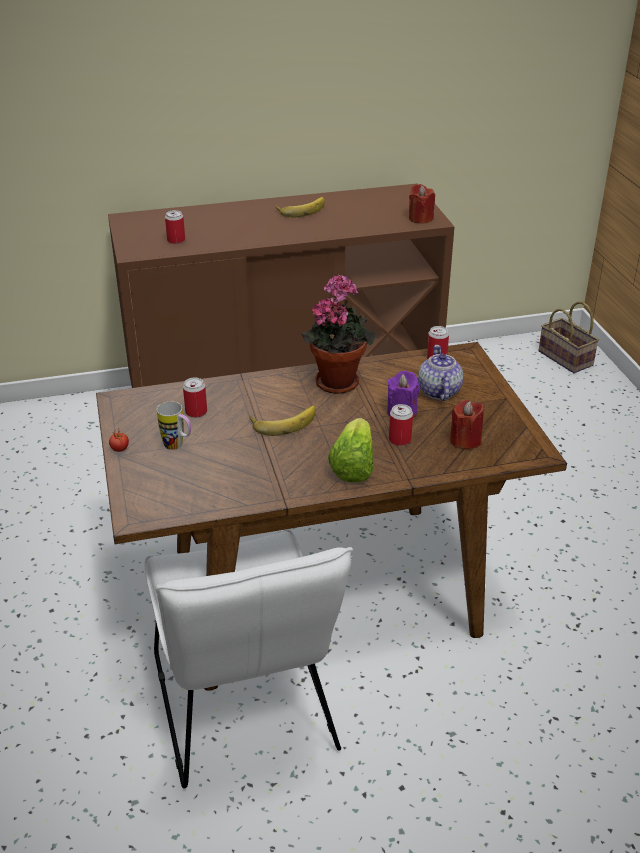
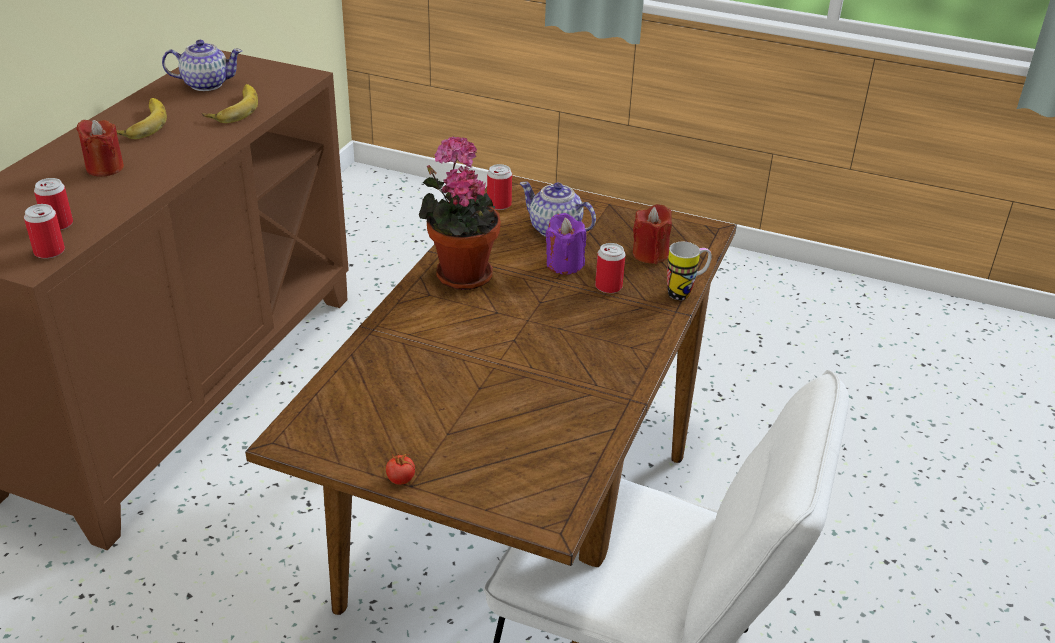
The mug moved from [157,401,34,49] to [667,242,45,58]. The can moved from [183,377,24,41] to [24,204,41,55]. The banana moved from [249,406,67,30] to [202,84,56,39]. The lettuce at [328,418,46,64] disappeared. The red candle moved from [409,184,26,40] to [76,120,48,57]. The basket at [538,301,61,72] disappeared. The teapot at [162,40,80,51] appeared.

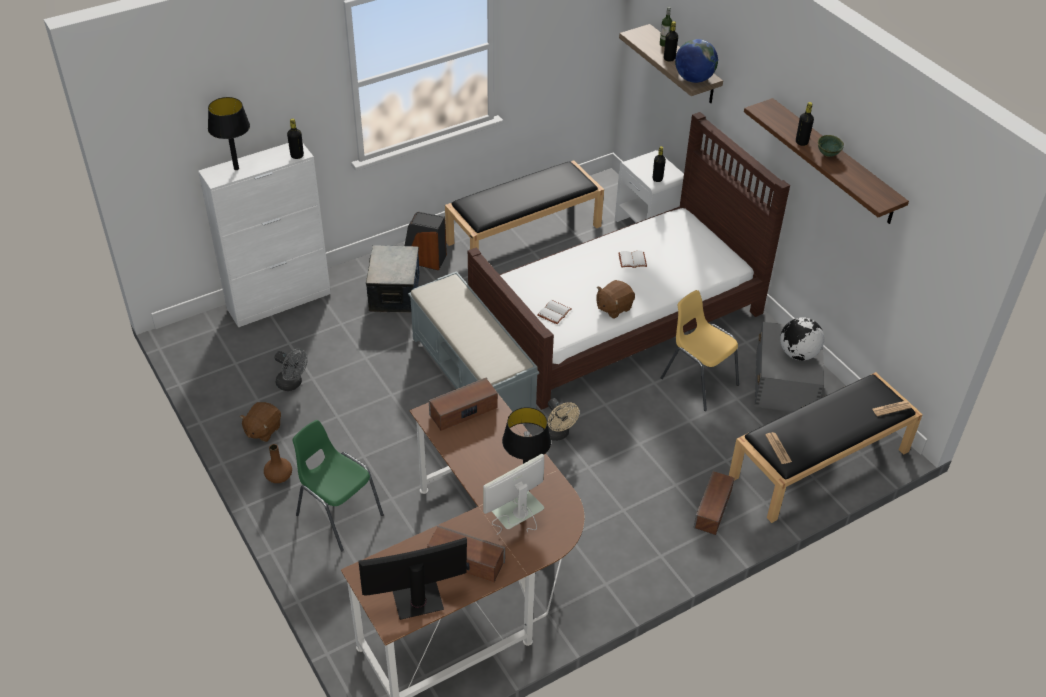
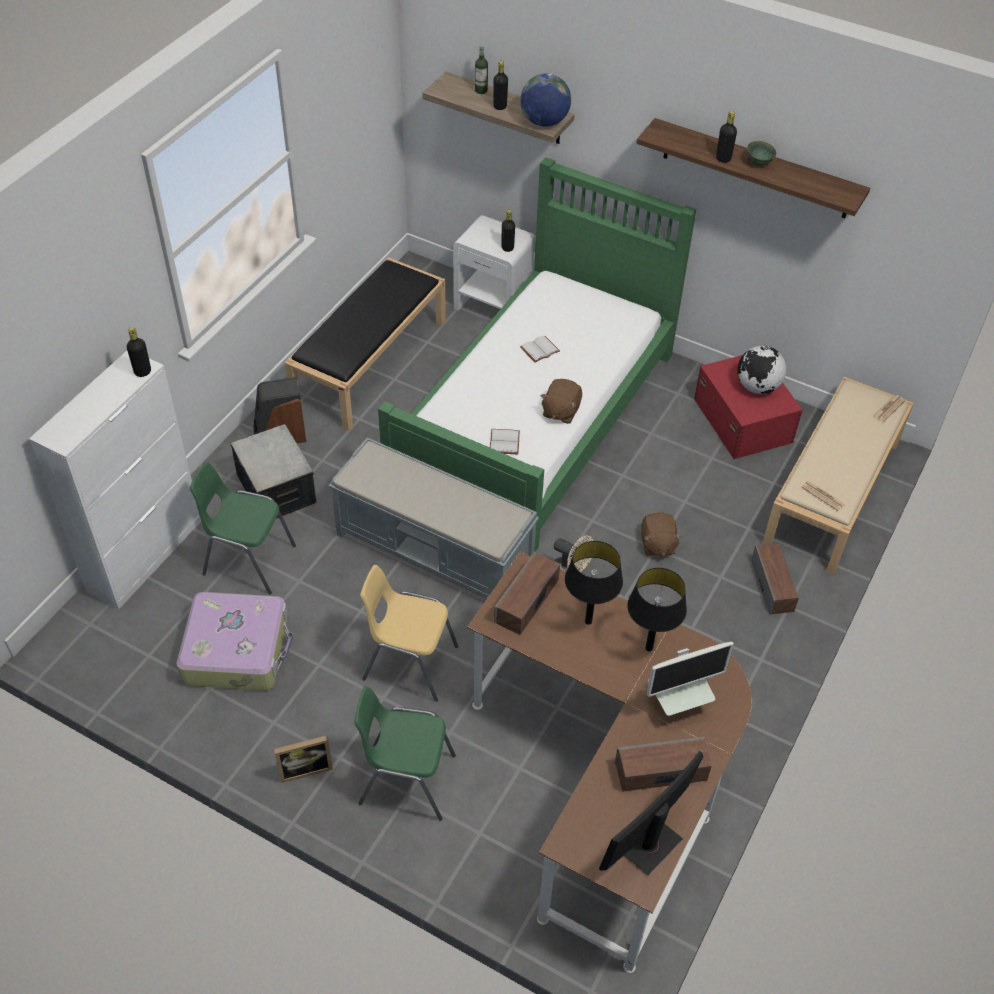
The black table lamp moved from [208,97,42,73] to [565,541,58,84]. The brown plush toy moved from [240,402,41,40] to [641,512,41,45]. The brown vase at [264,444,28,39] was replaced by the picture frame at [274,735,59,48]. The grey fan at [274,349,34,42] was replaced by the suitcase at [177,592,116,99]. The brown bed at [468,112,322,298] became the green bed at [378,157,318,394]. The monitor at [483,454,61,81] turned 135 degrees counterclockwise. The yellow chair moved from [661,290,78,121] to [360,565,98,137]. The black bench at [729,372,194,151] became the beige bench at [762,377,152,197]. The grey storage box at [755,322,69,90] became the red storage box at [694,355,109,104]. The green chair at [190,462,106,133] appeared.

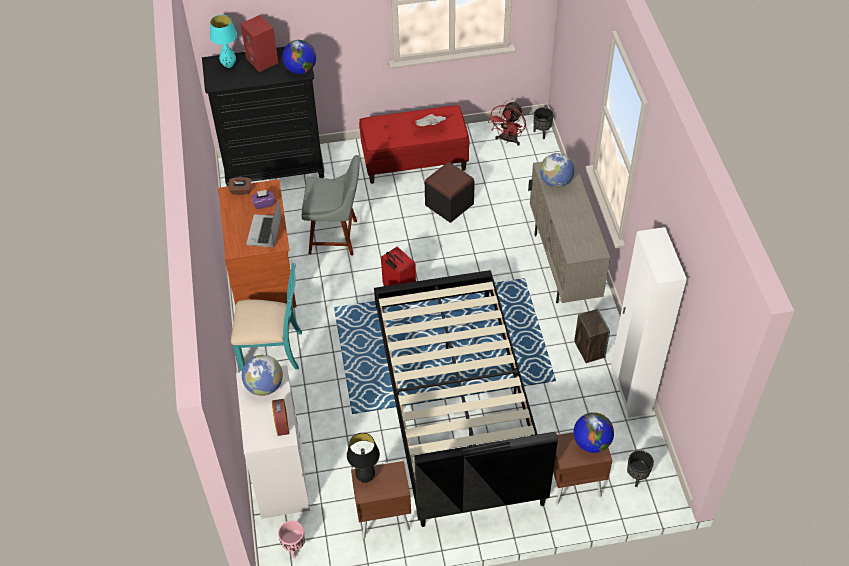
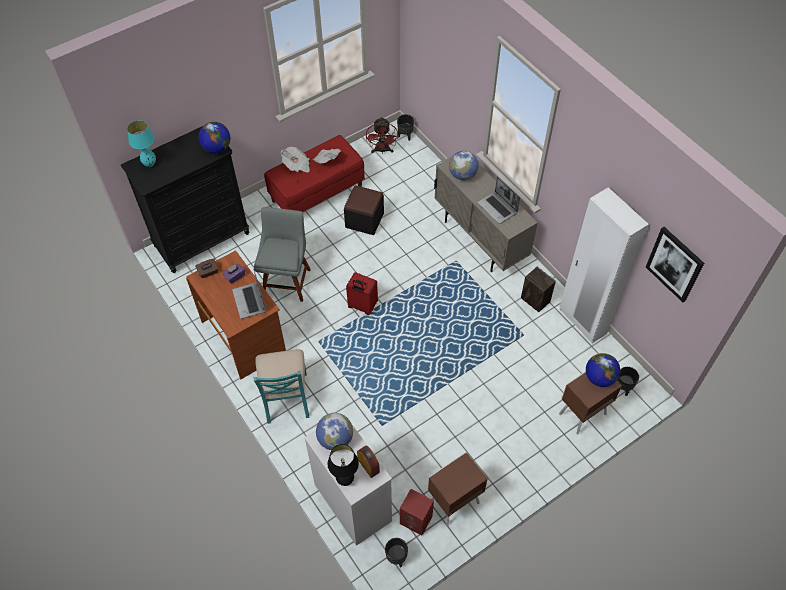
The turquoise chair at [231,263,71,108] turned 105 degrees clockwise. The red speaker moved from [241,15,37,57] to [400,489,34,47]. The pink planter at [278,521,27,37] became the black planter at [385,538,23,30]. The grey chair at [301,155,59,100] turned 60 degrees counterclockwise. The black table lamp moved from [347,433,33,50] to [328,444,31,42]. The black bed at [374,270,184,257] disappeared. The newspaper at [281,147,29,26] appeared. The laptop at [477,177,43,47] appeared. The picture at [646,227,58,75] appeared.

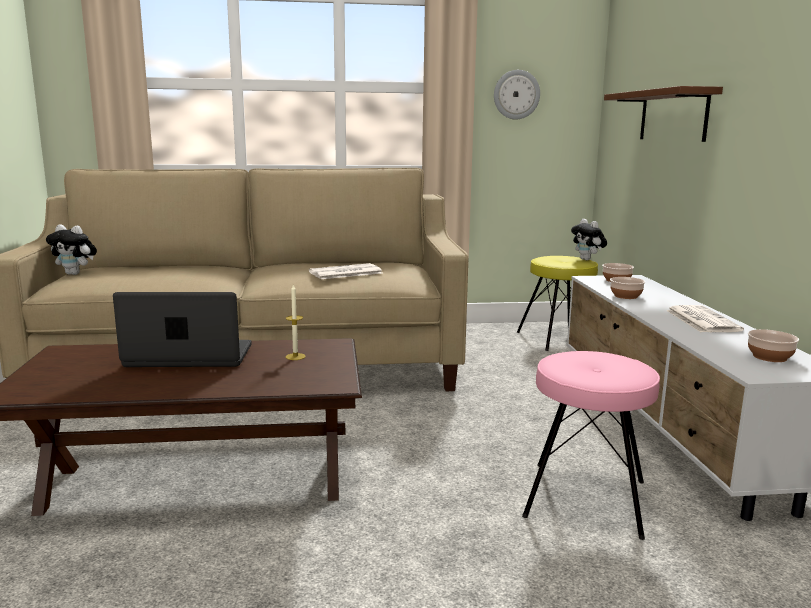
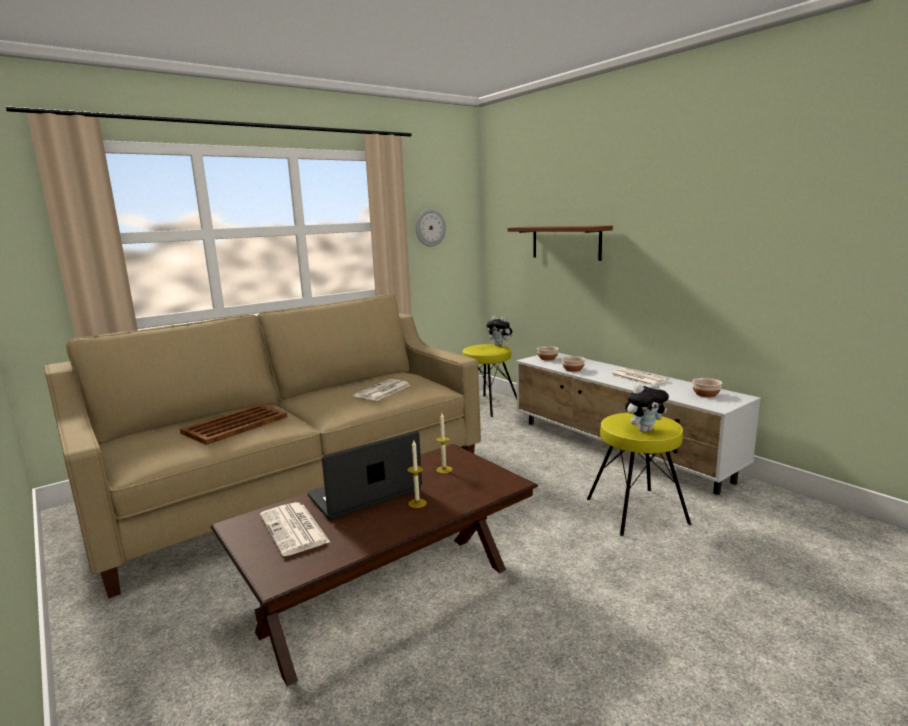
The plush toy moved from [46,224,51,51] to [625,382,44,50]. The pink stool at [522,351,138,189] became the yellow stool at [587,413,104,123]. The brown tray at [180,404,107,41] appeared. The newspaper at [260,502,70,54] appeared. The candle at [408,440,19,68] appeared.

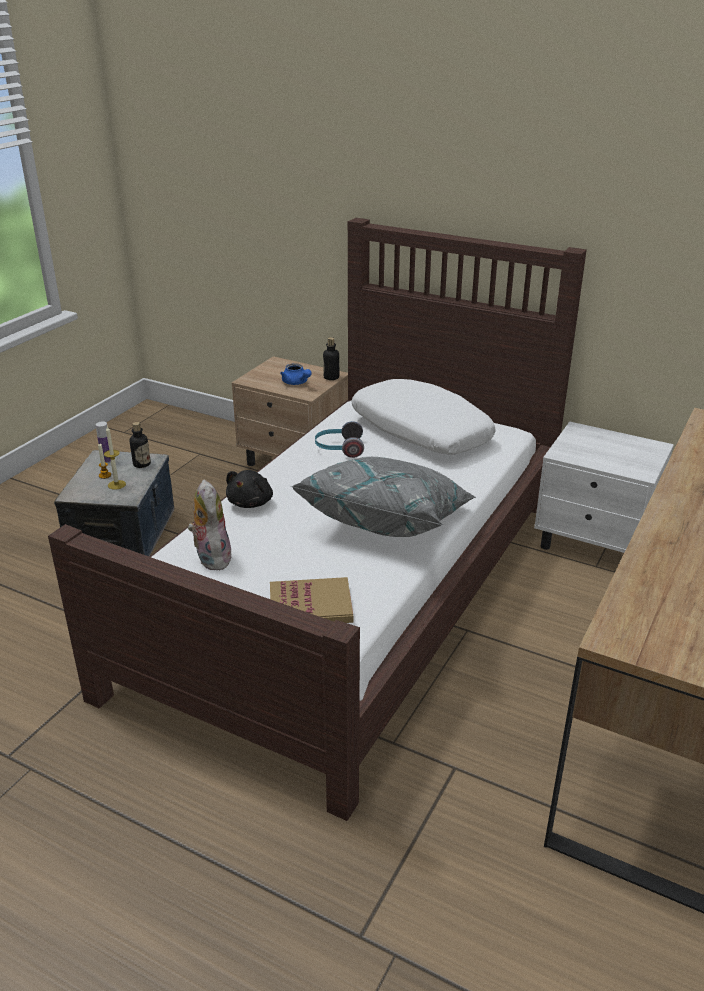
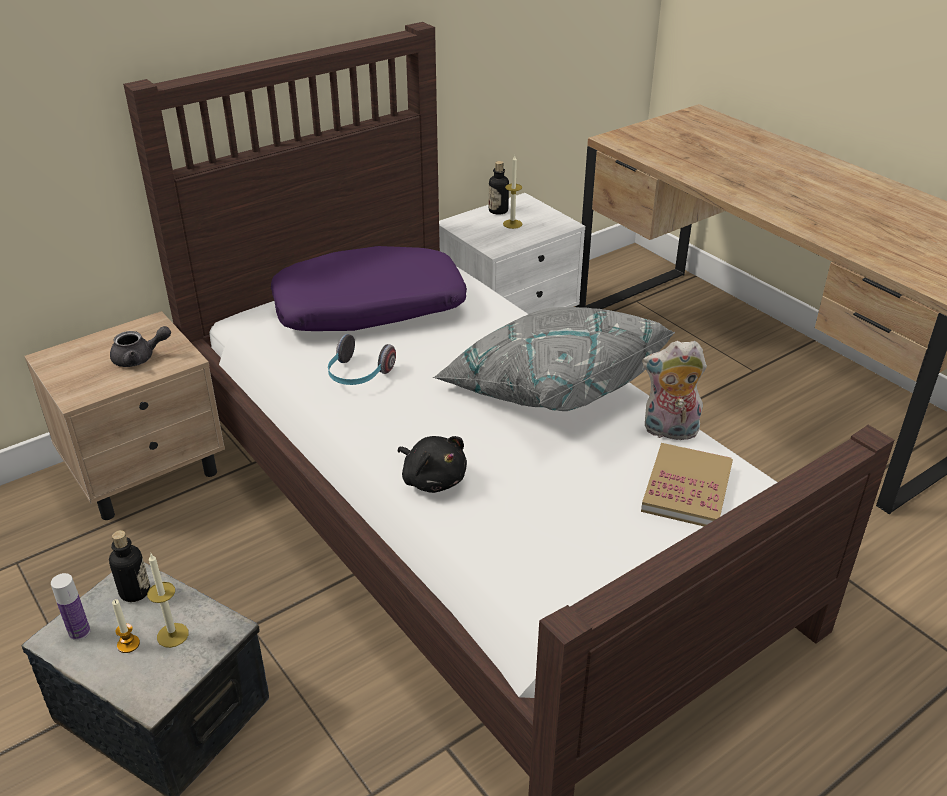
The plush toy moved from [188,480,44,90] to [642,341,65,99]. The blue teapot at [280,363,32,22] became the grey teapot at [110,326,61,41]. The bottle moved from [323,337,16,43] to [489,161,20,54]. The white pillow at [352,379,144,76] became the purple pillow at [271,246,196,85]. The candle at [503,155,19,74] appeared.

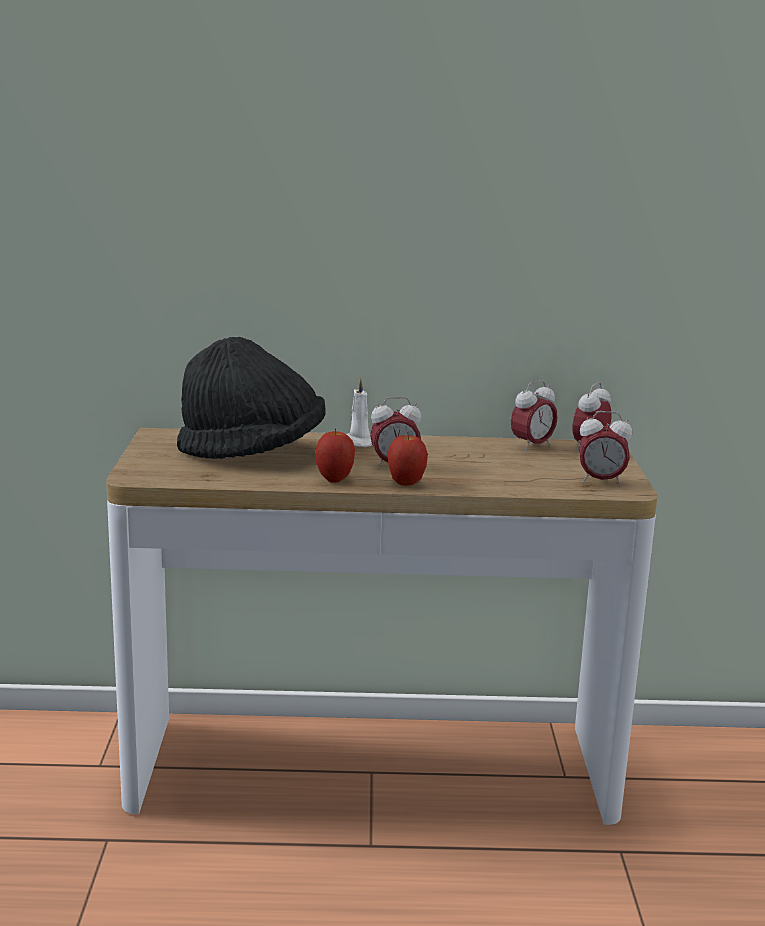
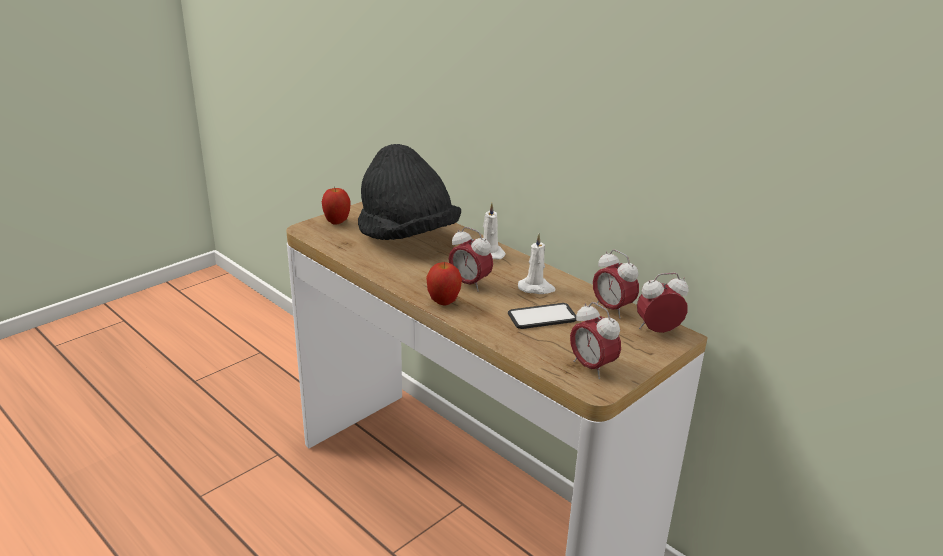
The apple moved from [315,428,40,55] to [322,188,28,36]. The alarm clock at [511,380,47,71] turned 45 degrees clockwise. The phone at [508,303,69,26] appeared. The white candle at [518,233,38,61] appeared.

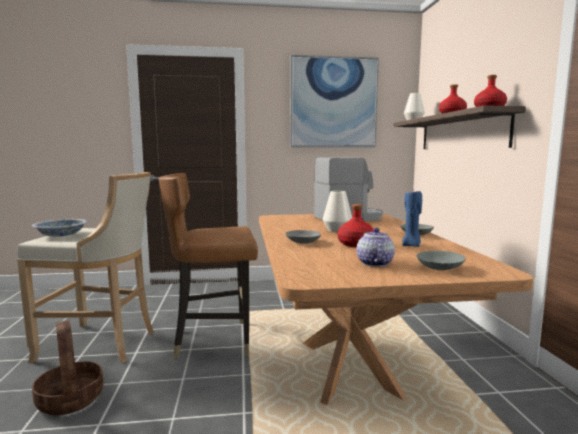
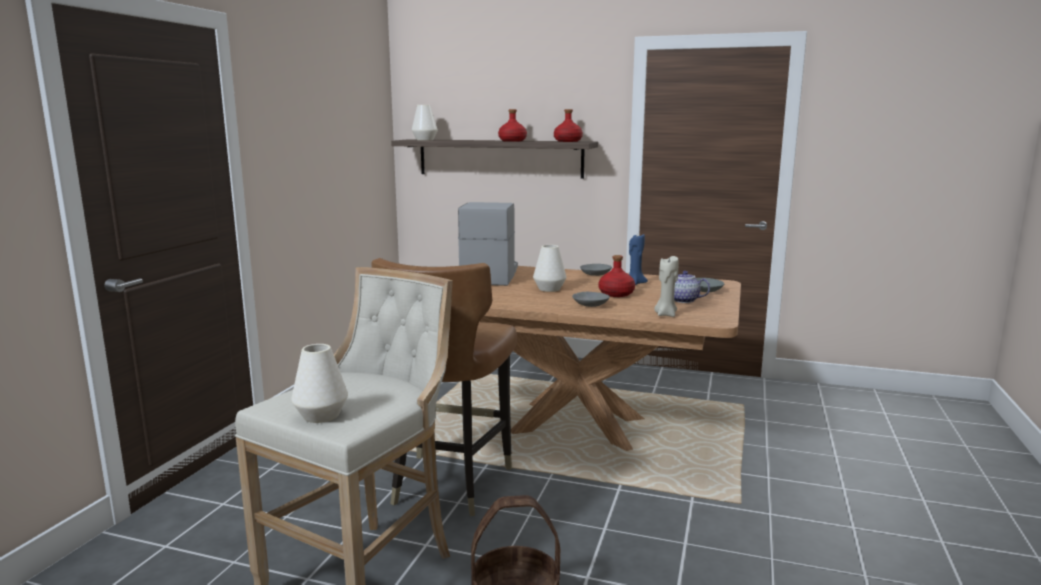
The bowl at [32,219,55,17] was replaced by the white vase at [291,344,57,79]. The picture at [290,55,89,93] disappeared. The beige candle at [654,255,25,62] appeared.

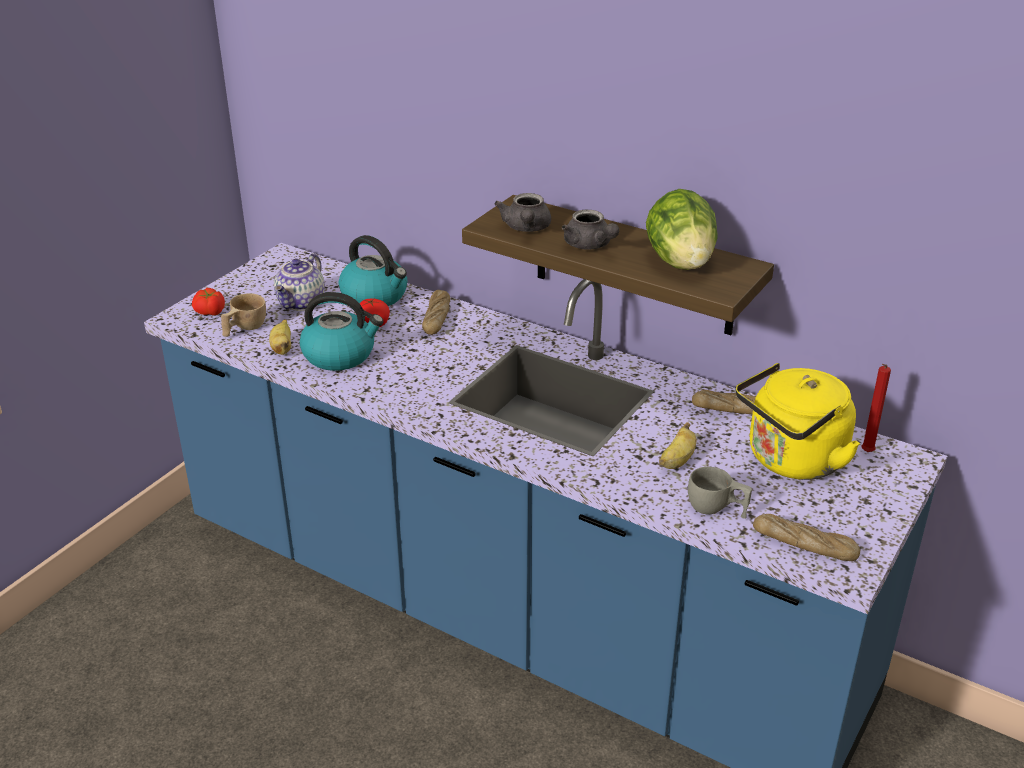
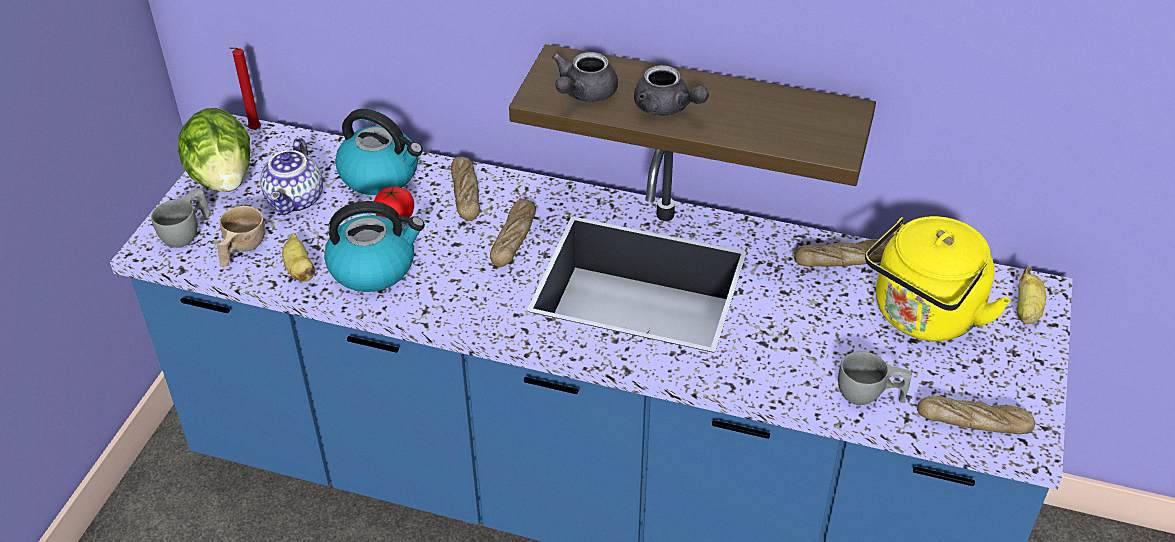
The tomato at [192,288,33,27] was replaced by the grey cup at [151,189,60,59]. The grey teapot at [495,193,56,39] turned 45 degrees clockwise. The lettuce moved from [646,189,71,81] to [178,108,72,84]. The banana moved from [659,422,38,47] to [1017,266,29,58]. The red candle moved from [861,364,30,88] to [229,47,32,83]. The bread at [490,199,46,68] appeared.

